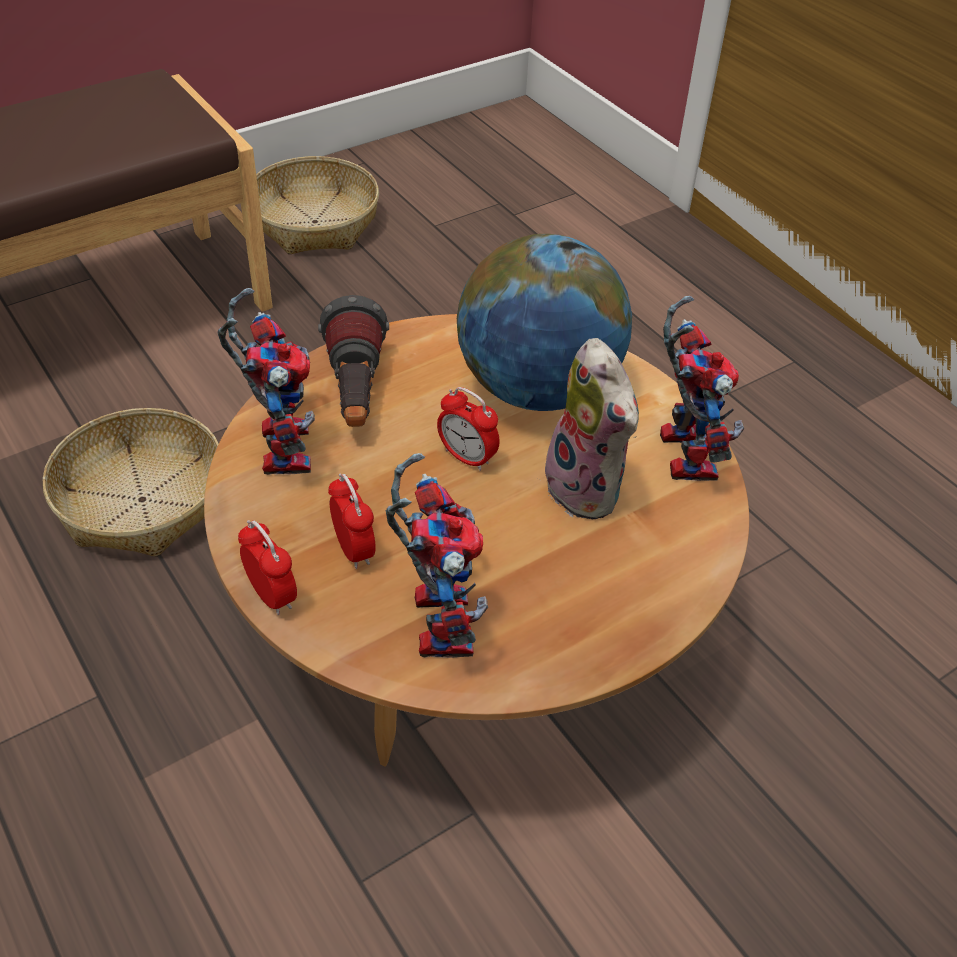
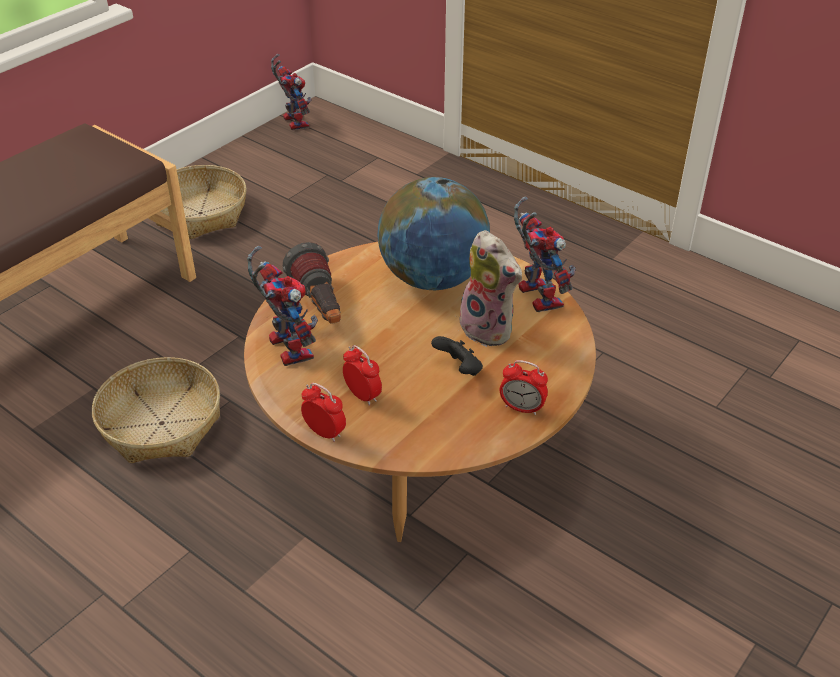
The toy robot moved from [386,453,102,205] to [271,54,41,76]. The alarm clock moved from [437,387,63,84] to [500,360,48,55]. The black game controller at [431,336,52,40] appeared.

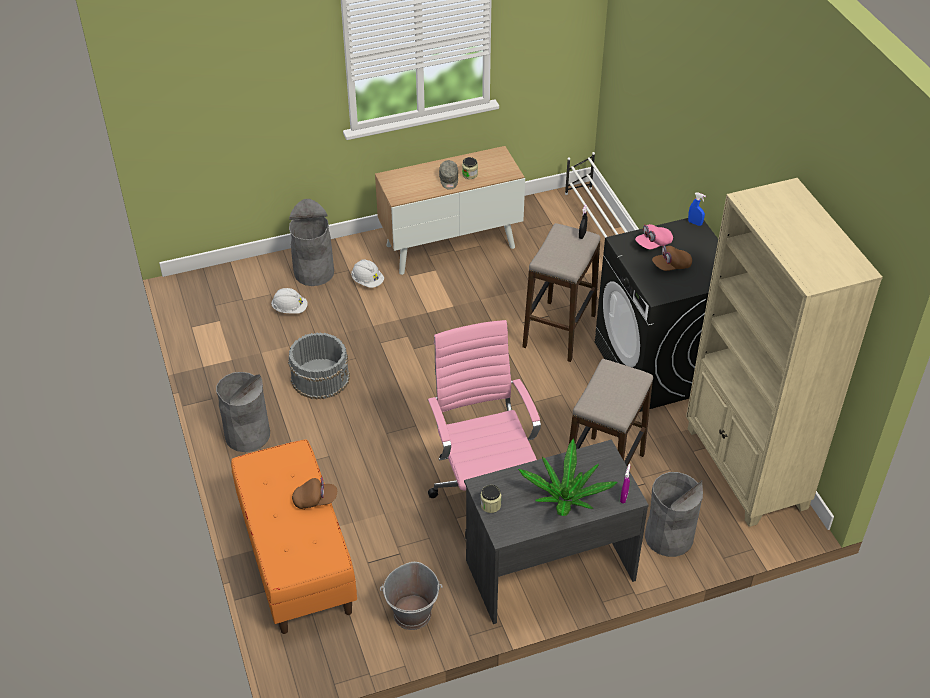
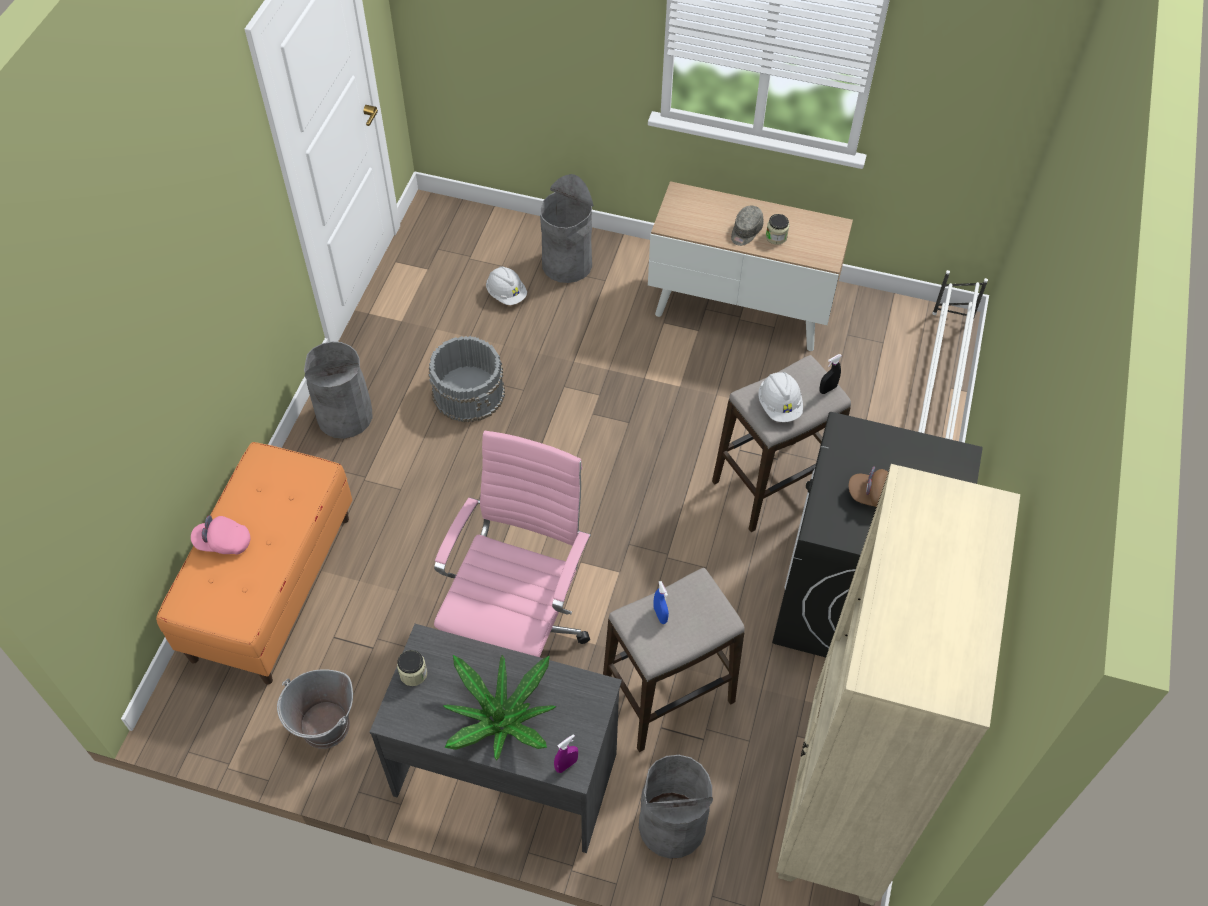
The brown cap at [292,477,45,32] disappeared. The white hard hat moved from [351,259,33,29] to [758,372,45,50]. The pink cap moved from [635,224,38,25] to [191,515,59,40]. The blue spray bottle moved from [688,192,18,34] to [653,581,16,43].

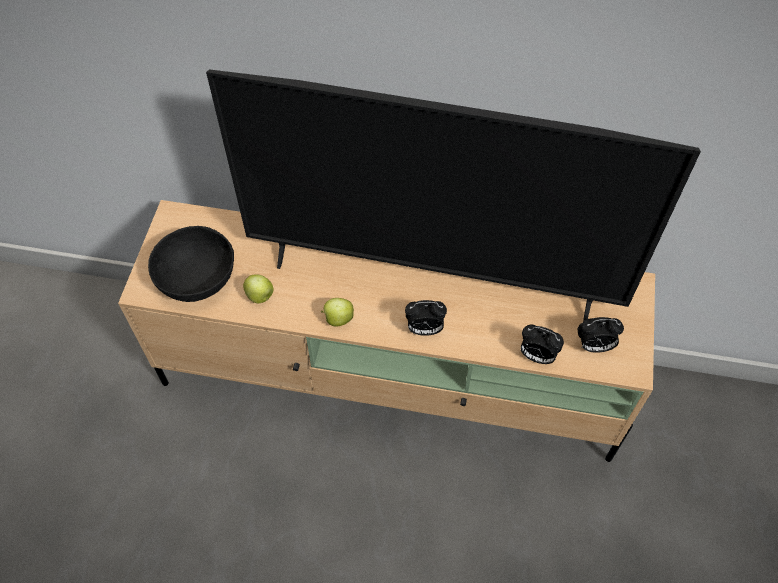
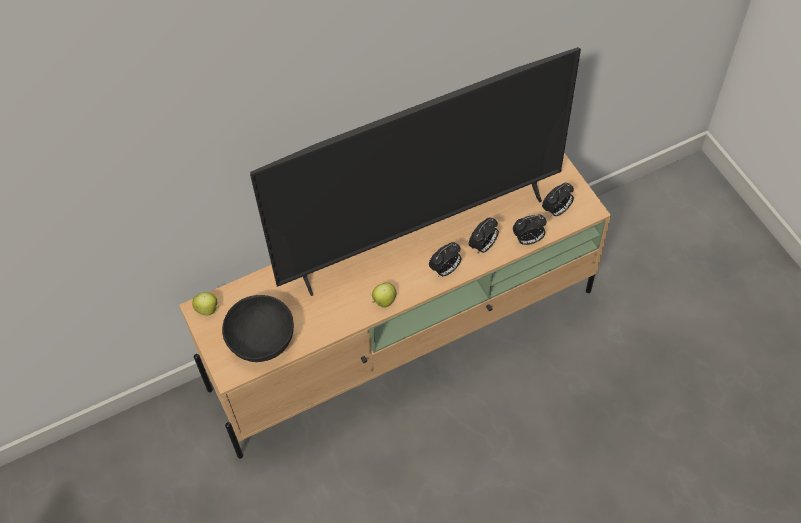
The apple moved from [243,274,30,29] to [192,292,27,23]. The alarm clock at [468,218,31,36] appeared.

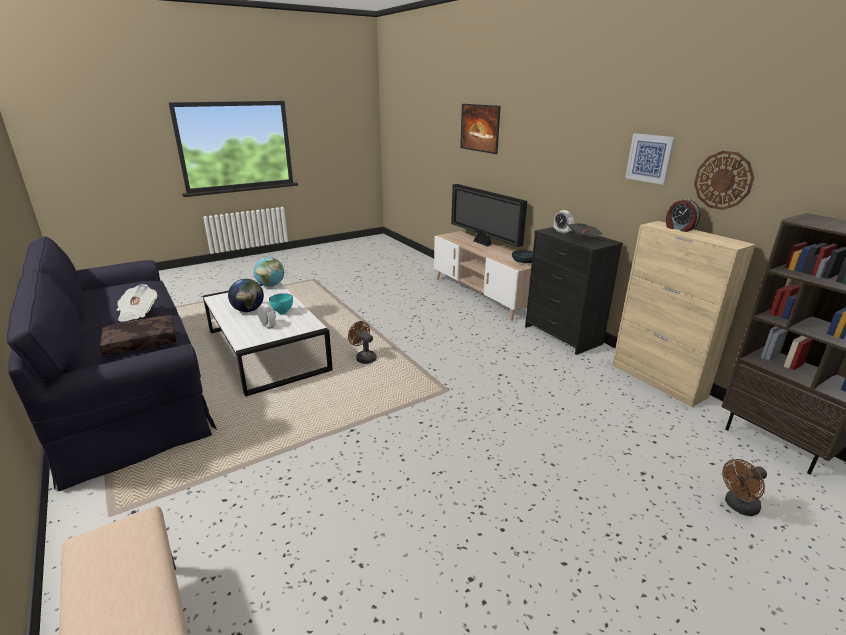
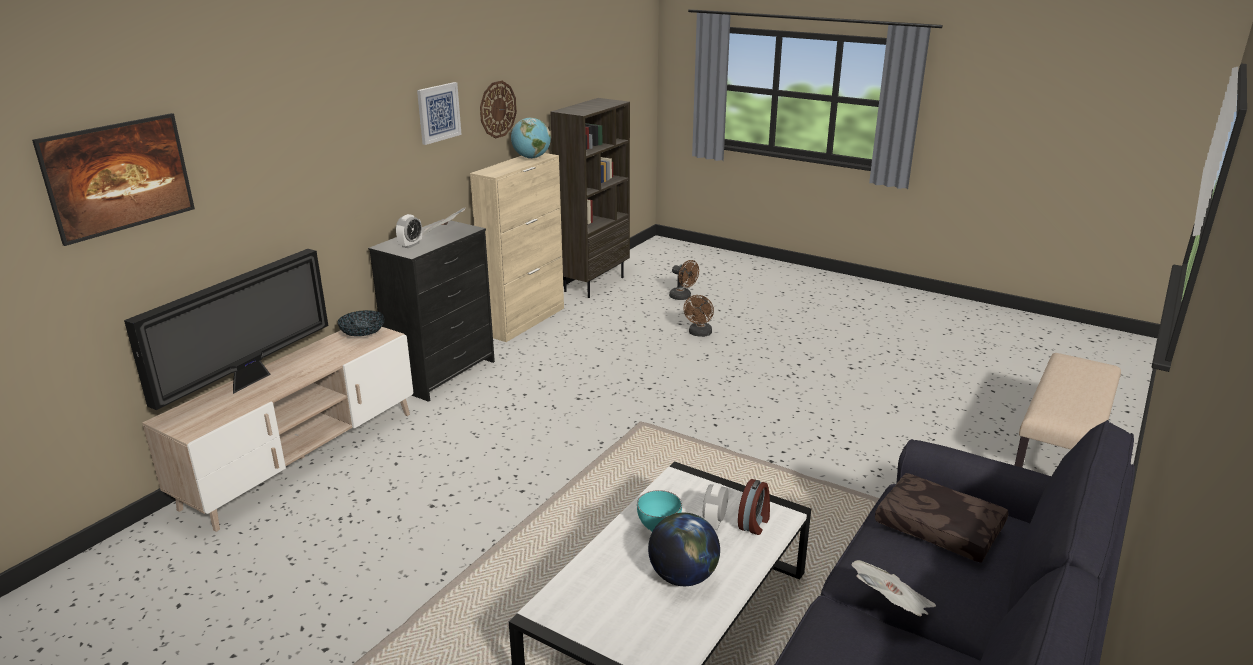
The globe moved from [254,257,30,30] to [511,118,40,41]. The brown fan moved from [348,321,29,43] to [683,295,31,42]. The alarm clock moved from [666,199,34,33] to [738,479,32,56].

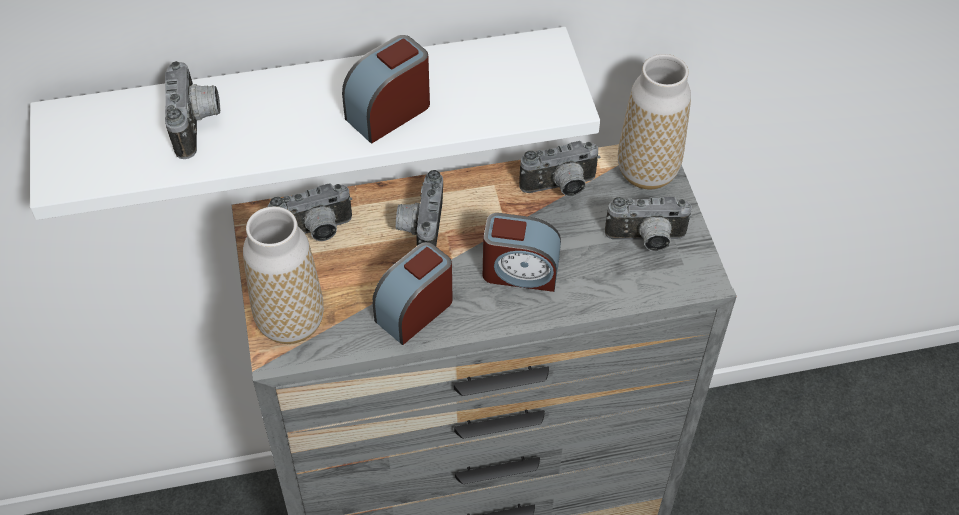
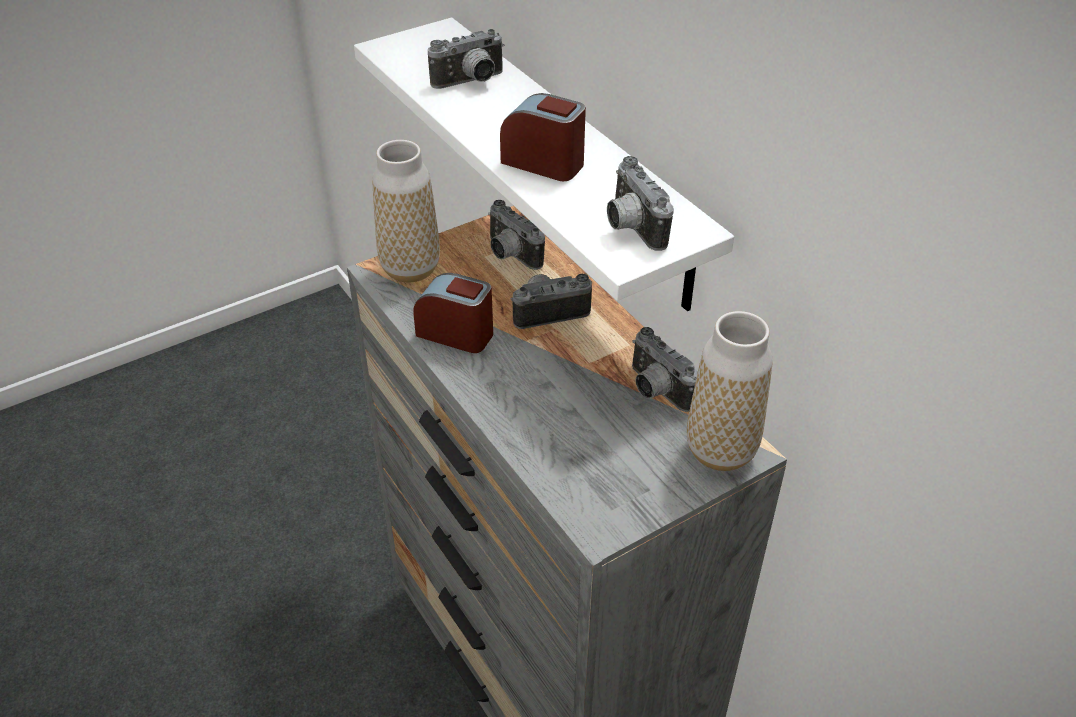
The alarm clock at [483,213,78,79] disappeared. The photo camera moved from [605,196,87,56] to [607,156,67,95].

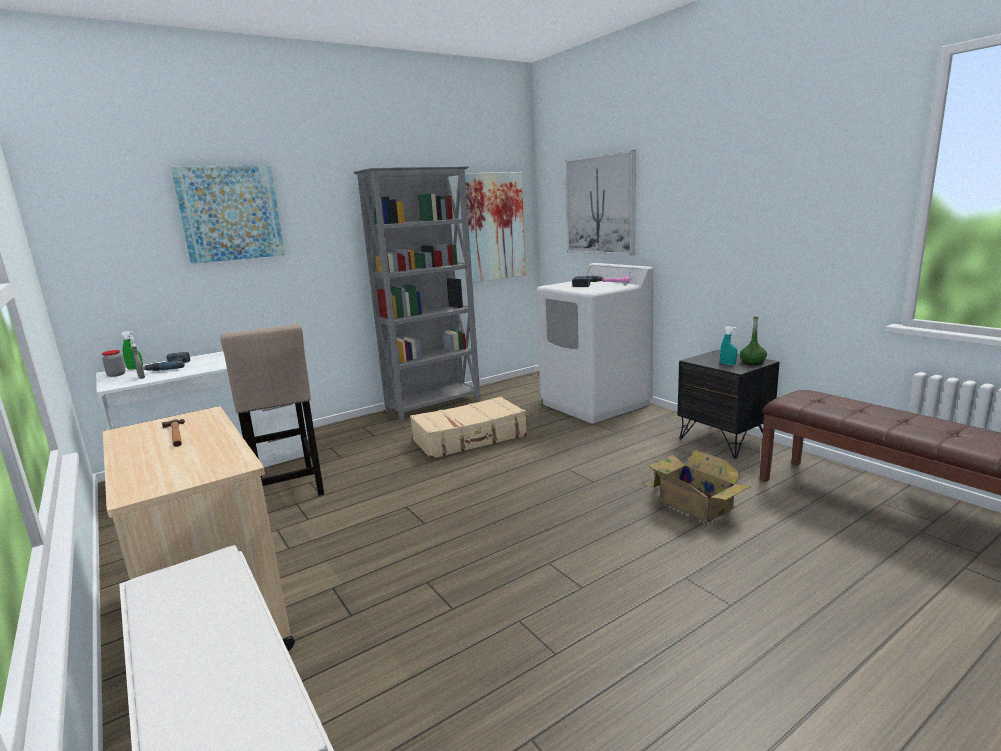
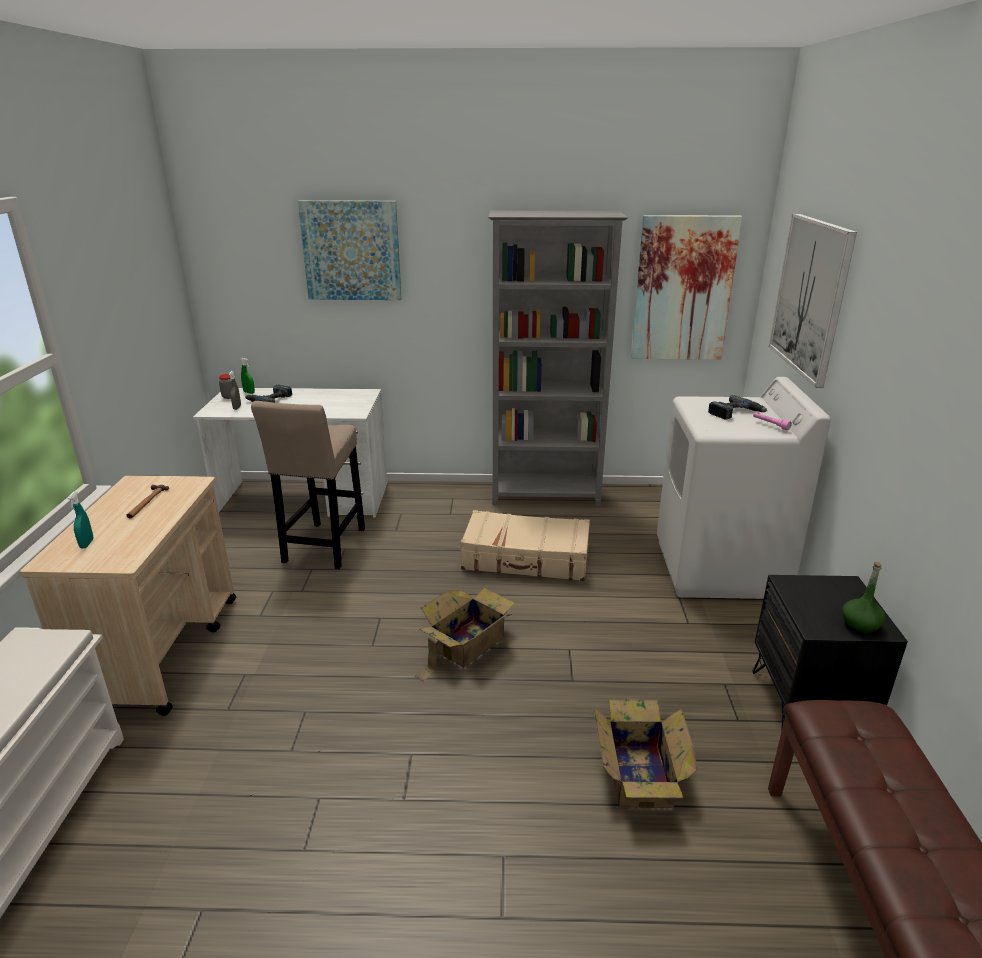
The turquoise spray bottle moved from [720,326,17,39] to [68,492,26,56]. The cardboard box at [415,588,100,94] appeared.

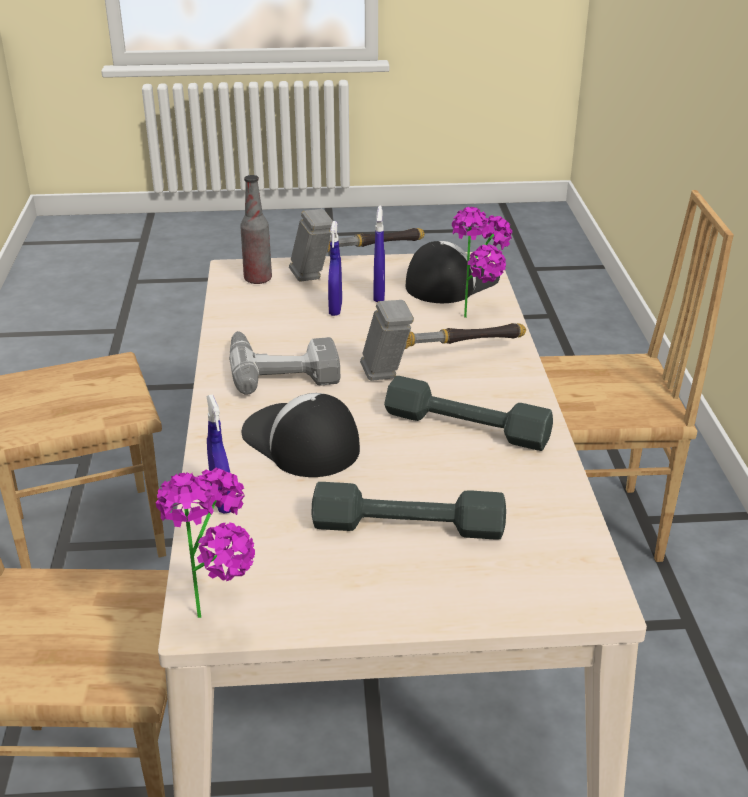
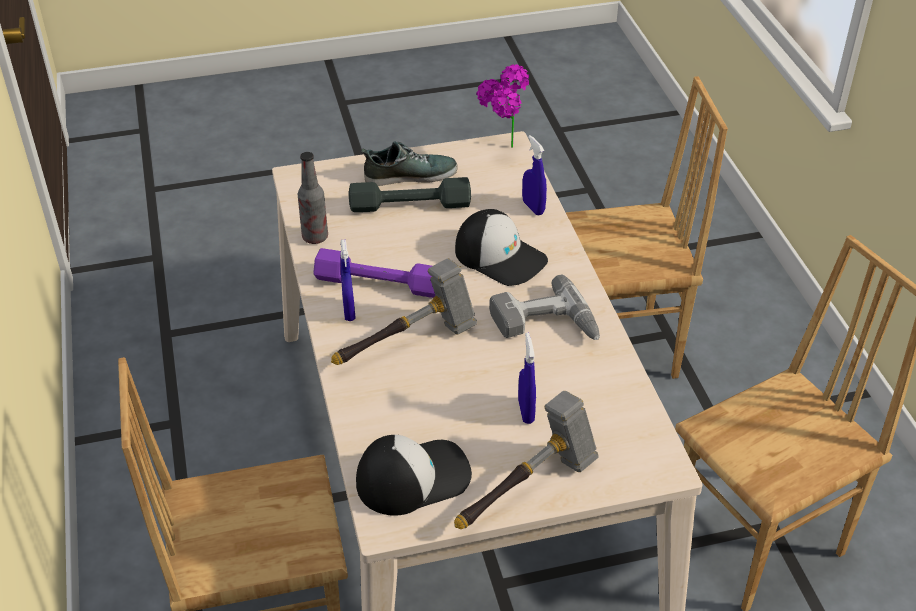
The bottle moved from [240,175,32,109] to [298,152,30,92]. The blue spray bottle moved from [373,206,12,96] to [341,239,14,82]. The grey dumbbell at [384,376,169,75] became the purple dumbbell at [313,248,122,50]. The cap at [406,241,94,62] turned 150 degrees counterclockwise. The potted plant at [452,207,60,111] disappeared. The shoe at [362,141,96,45] appeared.

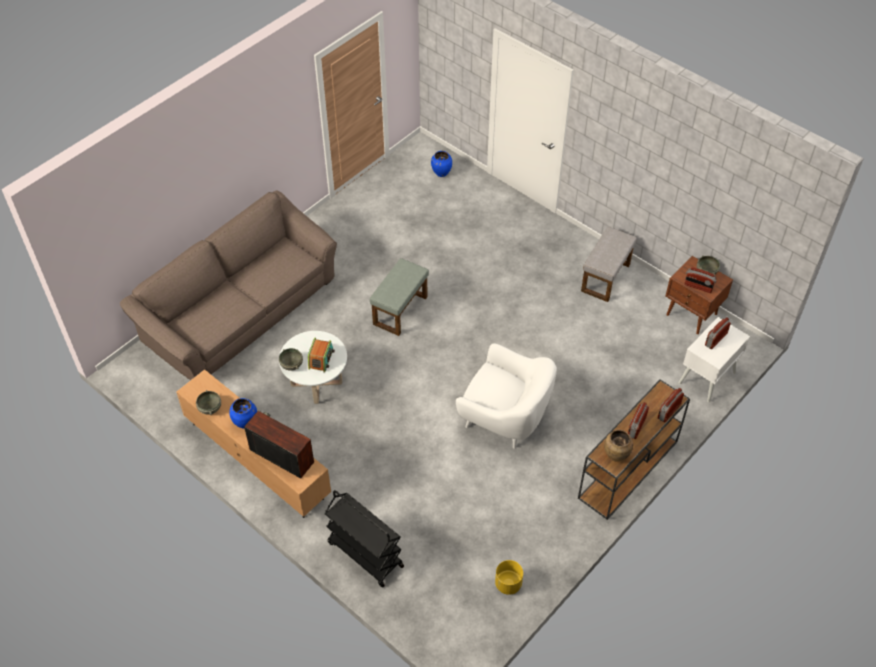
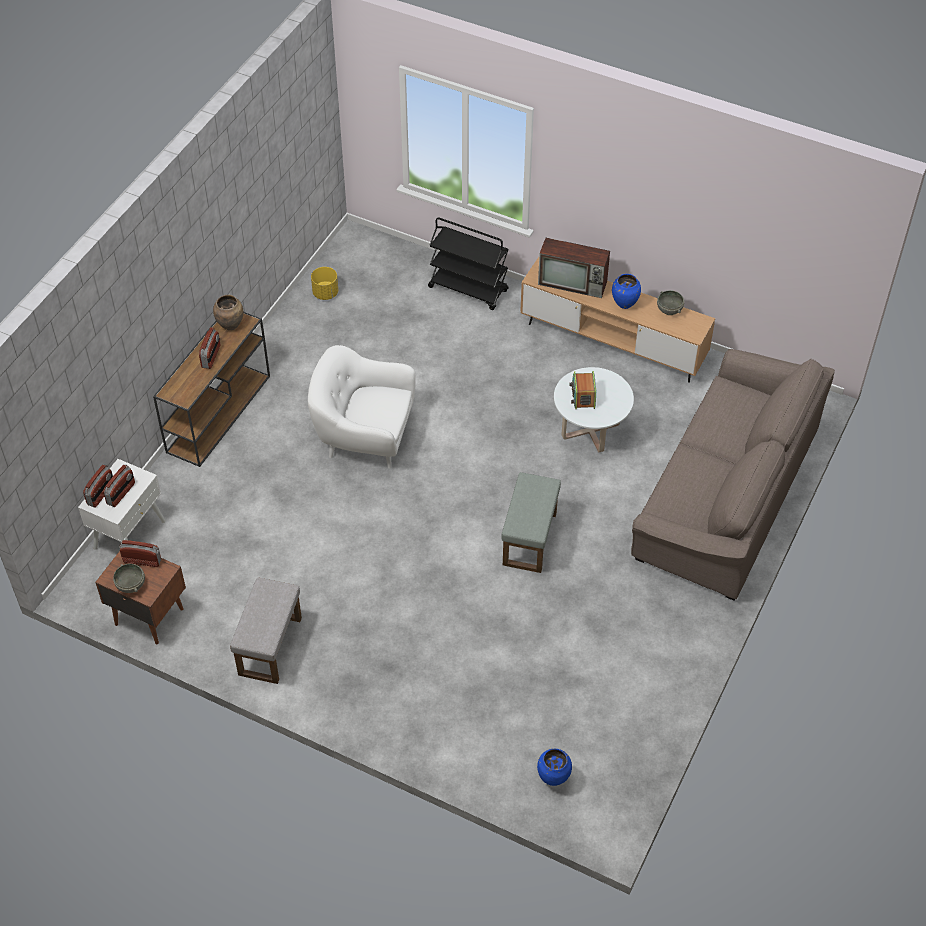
The grey bowl at [279,348,24,23] disappeared. The radio moved from [658,388,26,35] to [83,464,30,44].

